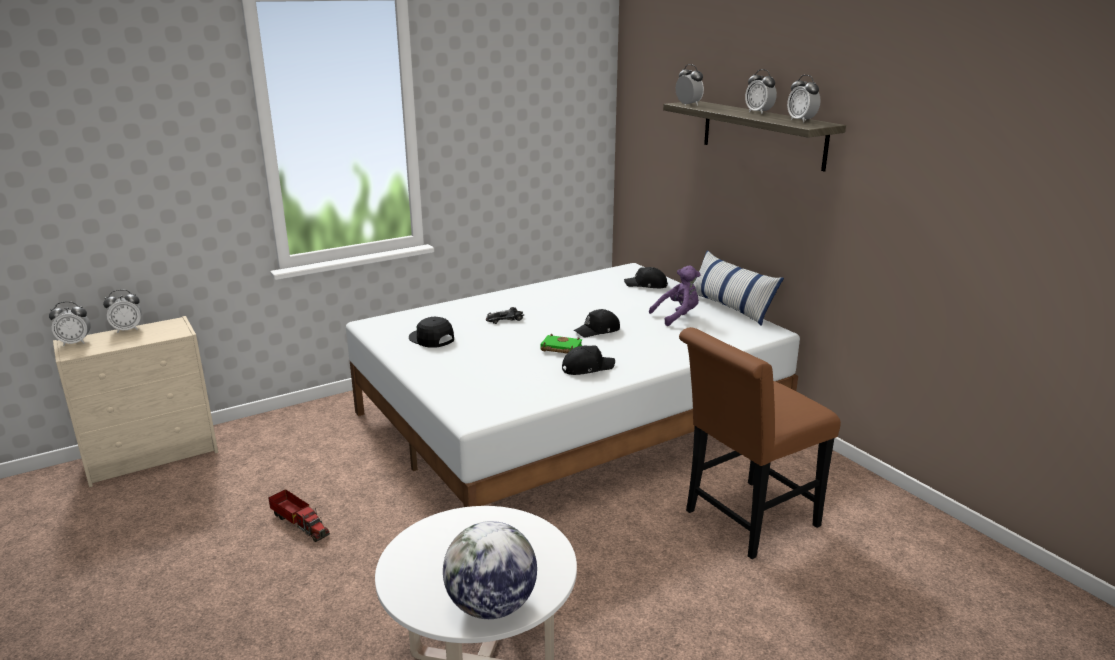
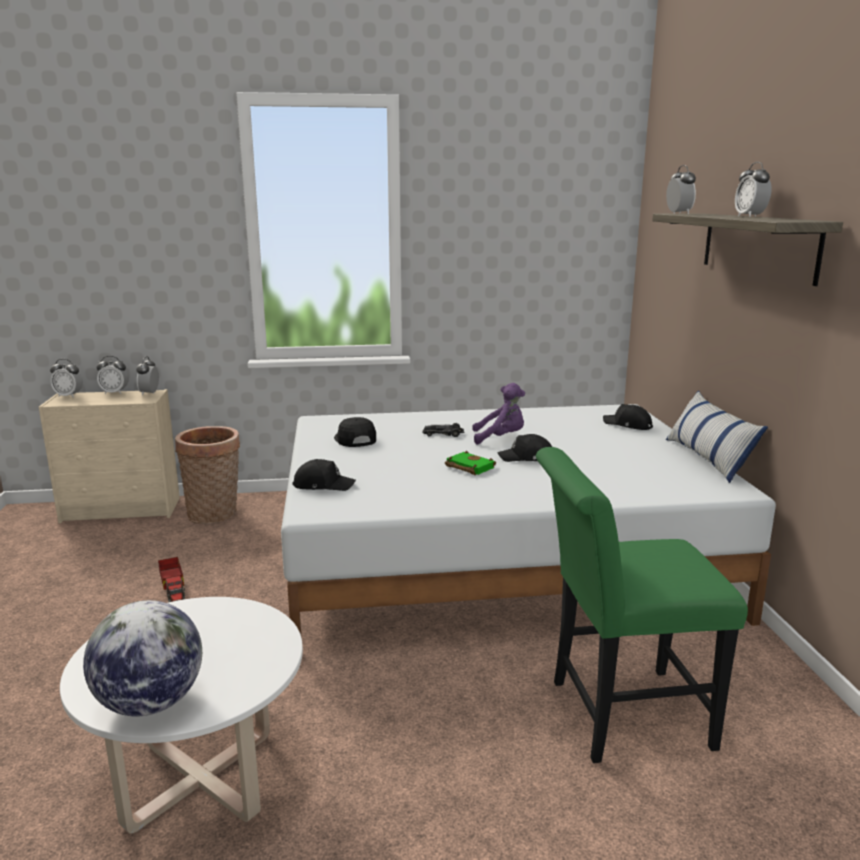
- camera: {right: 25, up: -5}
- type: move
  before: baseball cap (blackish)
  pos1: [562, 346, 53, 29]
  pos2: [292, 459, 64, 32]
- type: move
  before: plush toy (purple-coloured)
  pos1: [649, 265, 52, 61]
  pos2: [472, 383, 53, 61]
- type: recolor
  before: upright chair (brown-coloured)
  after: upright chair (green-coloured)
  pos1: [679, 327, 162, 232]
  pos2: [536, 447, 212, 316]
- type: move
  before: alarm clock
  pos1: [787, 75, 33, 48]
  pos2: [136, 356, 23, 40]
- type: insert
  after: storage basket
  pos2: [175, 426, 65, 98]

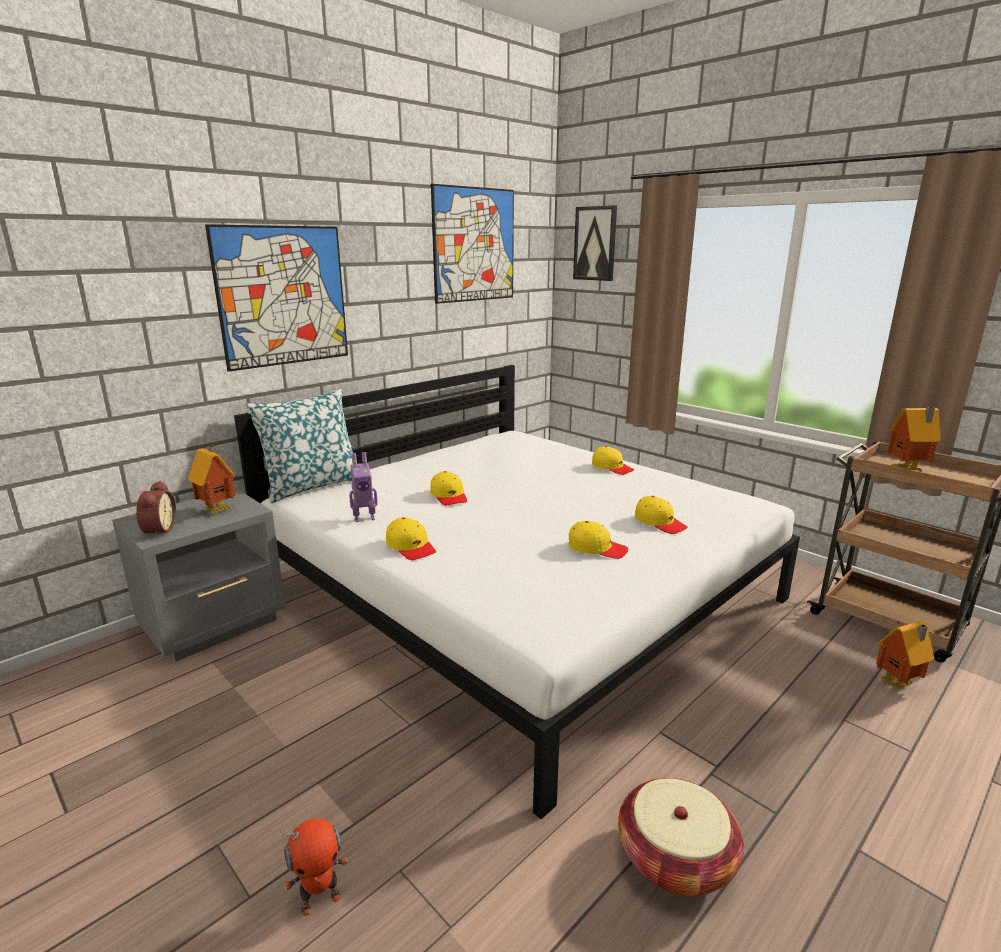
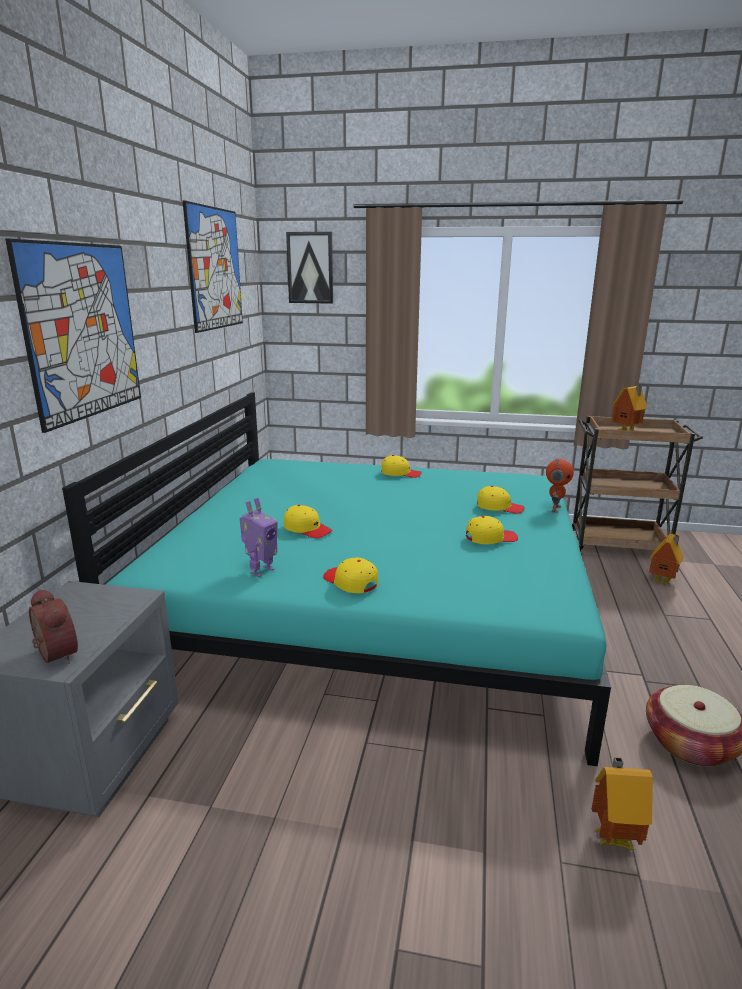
- camera: {right: -35, up: 0}
- type: move
  before: miniature house
  pos1: [188, 446, 48, 68]
  pos2: [591, 757, 62, 93]
- type: recolor
  before: bedroom bed (whitish)
  after: bedroom bed (turquoise)
  pos1: [234, 365, 566, 454]
  pos2: [62, 392, 549, 374]
- type: delete
  before: pillow
  pos1: [245, 389, 108, 114]
- type: move
  before: model robot
  pos1: [280, 818, 68, 98]
  pos2: [546, 459, 28, 54]
- type: rotate
  before: baseball cap (yellow-coloured)
  pos1: [386, 517, 50, 43]
  pos2: [323, 557, 55, 36]
  turn: -150

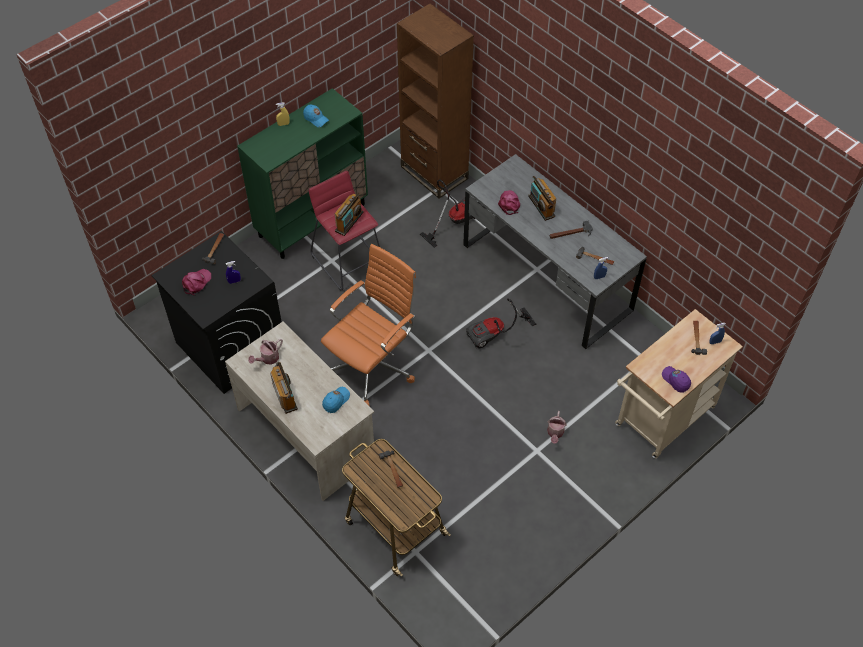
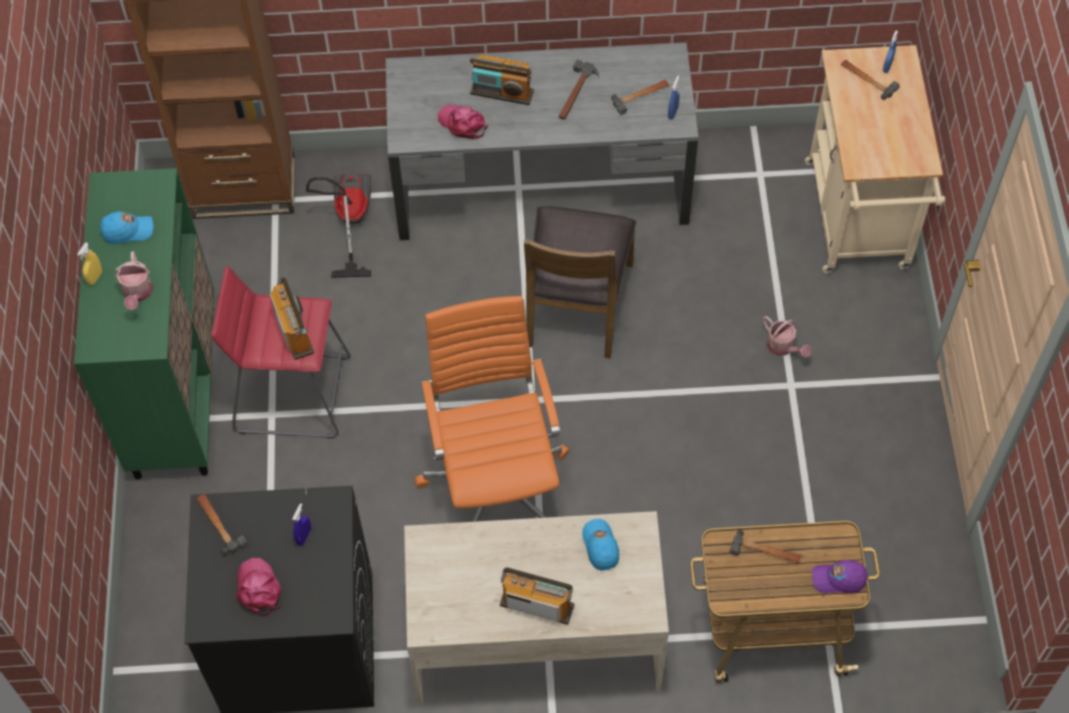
- camera: {right: -50, up: 5}
- type: move
  before: sprinkling can
  pos1: [248, 339, 35, 26]
  pos2: [115, 251, 39, 59]
- type: replace
  before: vacuum
  after: upright chair (brown-coloured)
  pos1: [466, 298, 71, 51]
  pos2: [524, 207, 112, 151]
- type: move
  before: baseball cap (purple-coloured)
  pos1: [662, 366, 29, 27]
  pos2: [812, 560, 56, 33]

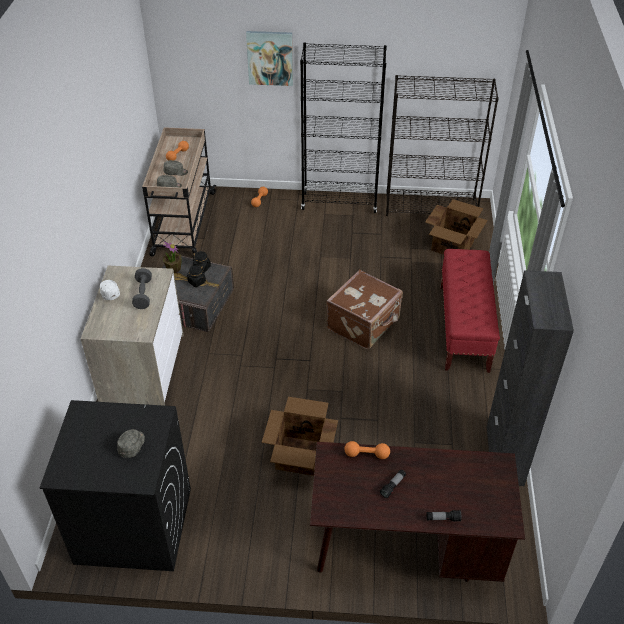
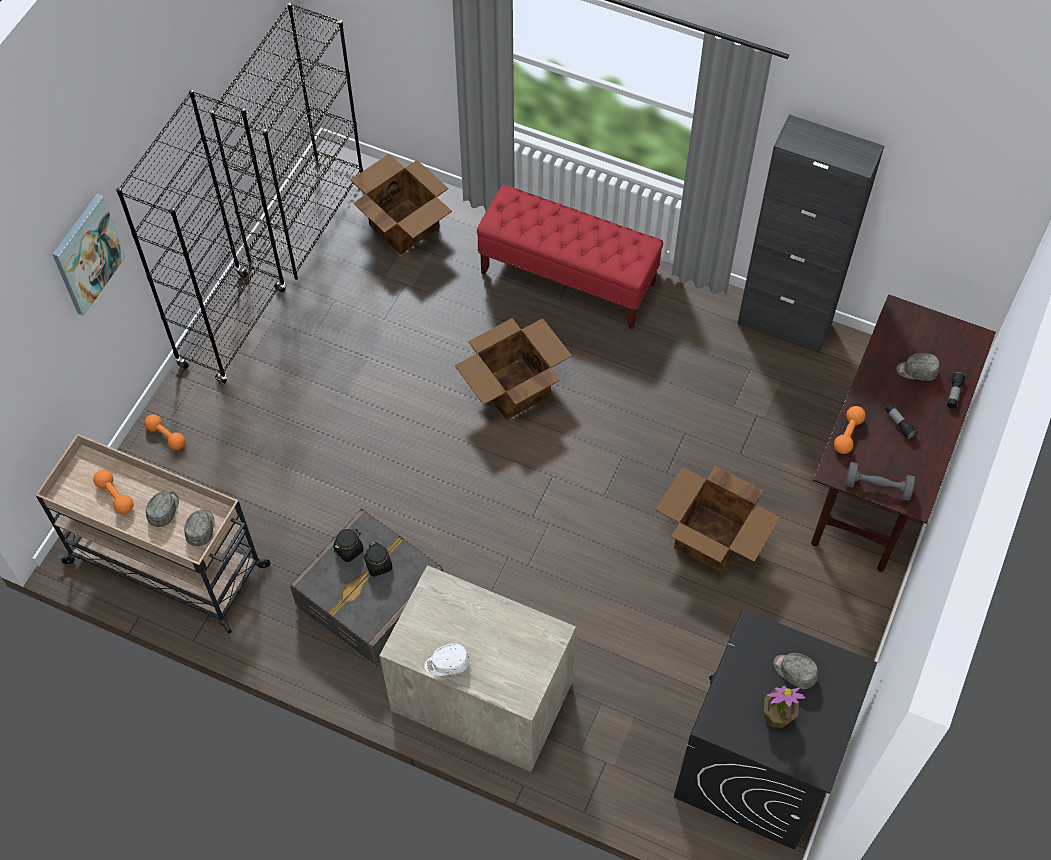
- camera: {right: -70, up: 15}
- type: move
  before: free weight (grey)
  pos1: [132, 268, 20, 41]
  pos2: [845, 462, 70, 39]
- type: move
  before: houseplant
  pos1: [163, 241, 19, 32]
  pos2: [764, 686, 41, 42]
- type: replace
  before: suitcase (brown-coloured)
  after: cardboard box
  pos1: [326, 270, 77, 79]
  pos2: [455, 318, 117, 102]
- type: insert
  after: baseball cap (grey)
  pos2: [896, 353, 44, 28]

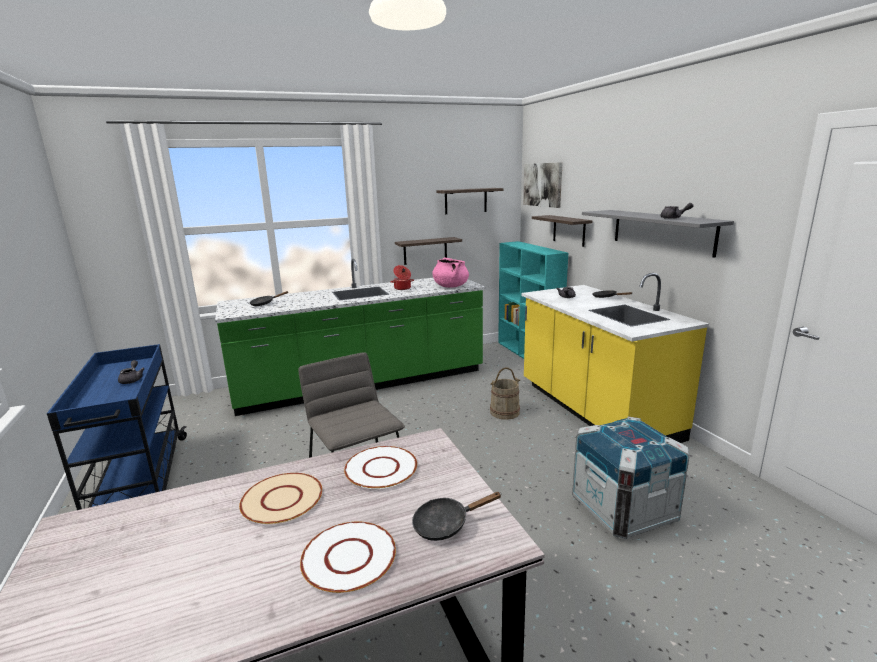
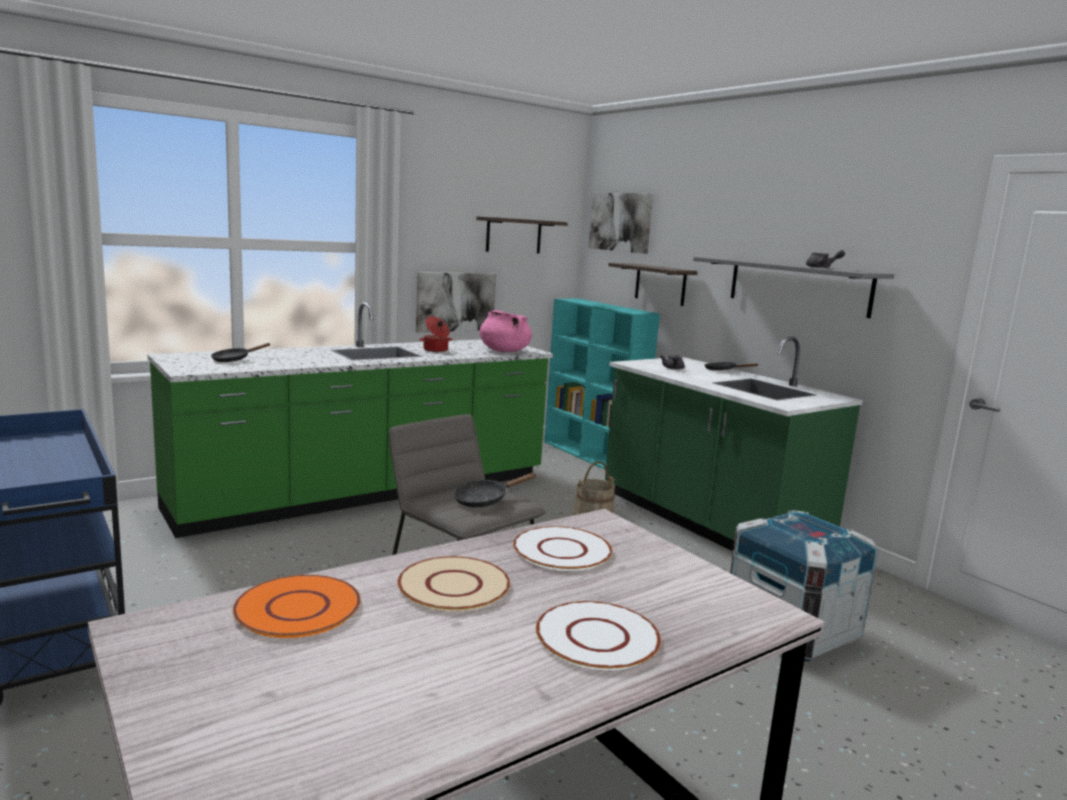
- camera: {right: -15, up: -5}
- type: delete
  before: tea pot (grey)
  pos1: [118, 360, 27, 24]
- type: replace
  before: bracket shelf
  after: picture
  pos1: [395, 237, 67, 28]
  pos2: [416, 272, 80, 61]
- type: move
  before: pan (blackish)
  pos1: [412, 492, 90, 49]
  pos2: [454, 473, 82, 34]
- type: recolor
  before: counter (yellow-coloured)
  after: counter (green-coloured)
  pos1: [521, 273, 188, 170]
  pos2: [605, 336, 258, 215]
- type: insert
  after: plate (orangey)
  pos2: [233, 575, 128, 63]

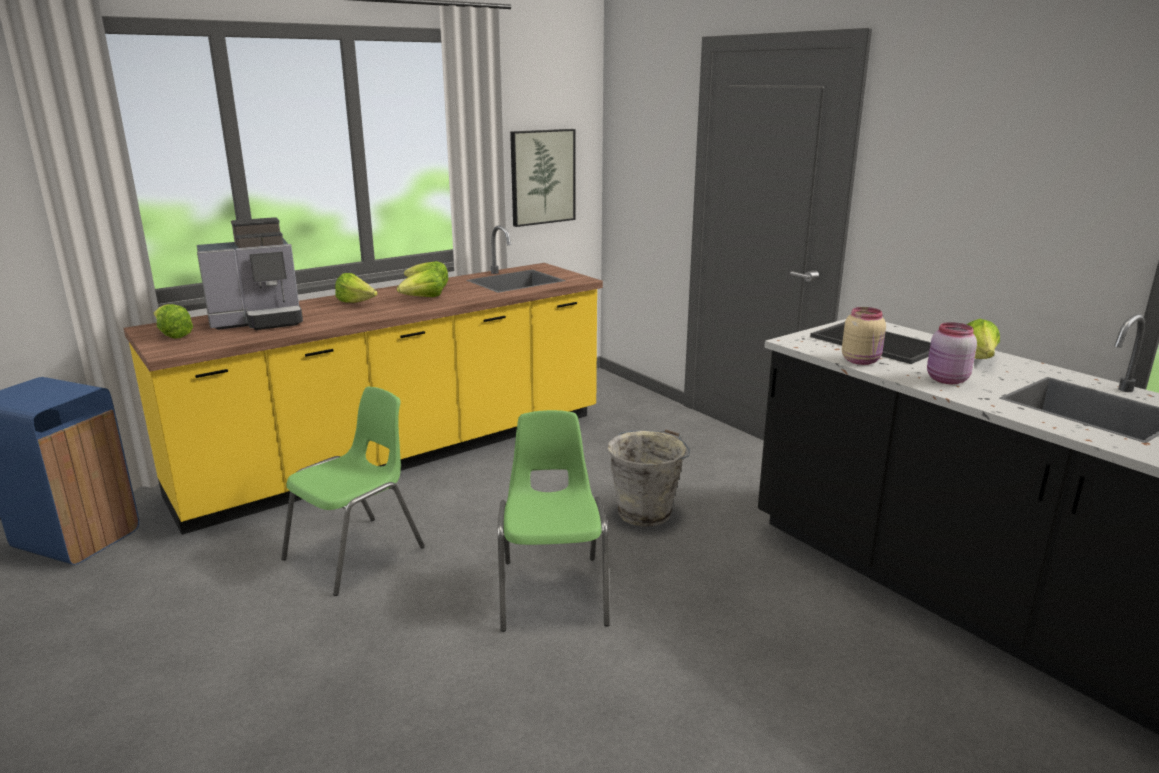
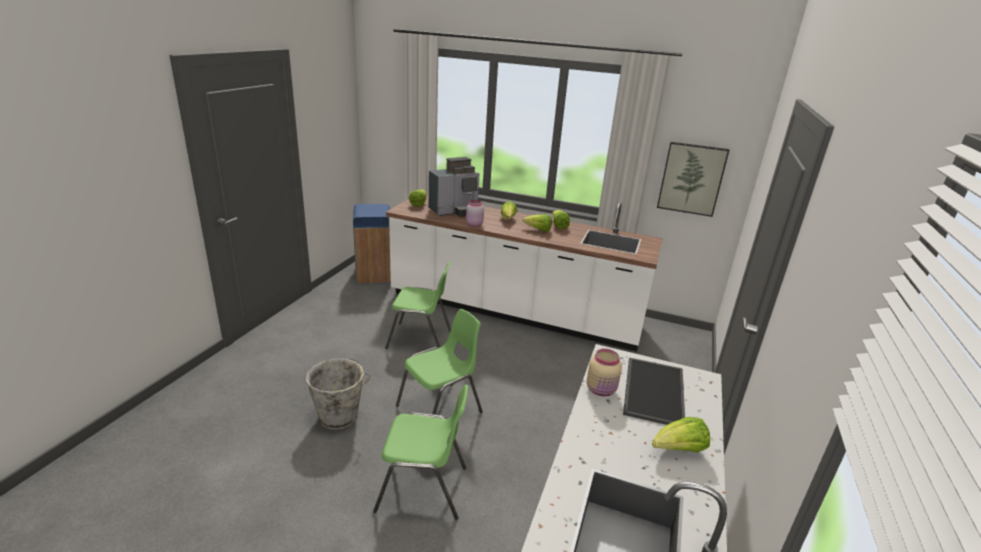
- camera: {right: 55, up: 5}
- type: recolor
  before: counter (yellow-coloured)
  after: counter (whitish)
  pos1: [123, 225, 480, 310]
  pos2: [386, 196, 277, 155]
- type: rotate
  before: coffee brewer
  pos1: [197, 217, 106, 113]
  pos2: [429, 157, 51, 60]
  turn: -60
- type: move
  before: bucket (grey)
  pos1: [608, 429, 82, 98]
  pos2: [306, 359, 65, 71]
- type: move
  before: storage jar (pink-coloured)
  pos1: [927, 322, 50, 62]
  pos2: [466, 200, 18, 27]
- type: insert
  after: upright chair (green-coloured)
  pos2: [373, 385, 96, 135]

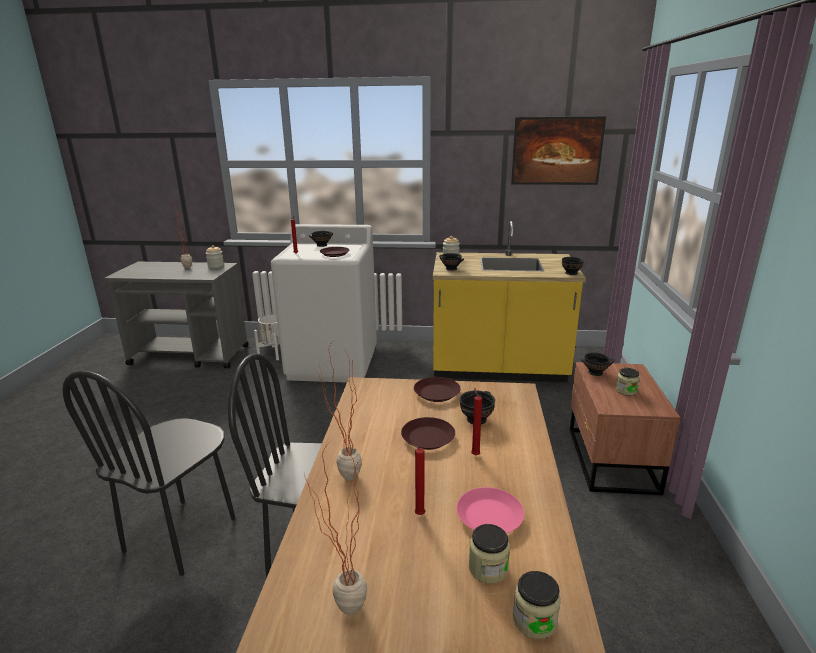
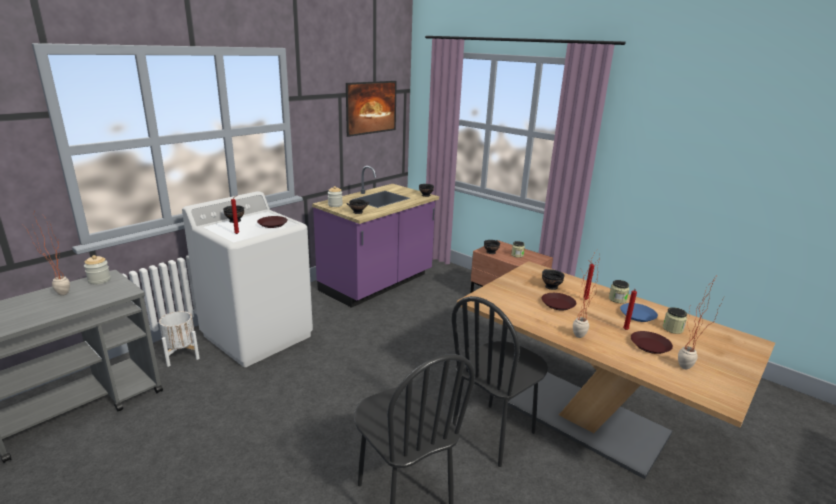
- camera: {right: -55, up: 0}
- type: move
  before: plate (brown-coloured)
  pos1: [414, 377, 47, 25]
  pos2: [631, 331, 42, 23]
- type: recolor
  before: counter (yellow-coloured)
  after: counter (purple-coloured)
  pos1: [433, 221, 153, 161]
  pos2: [312, 166, 127, 142]
- type: recolor
  before: plate (pink-coloured)
  after: plate (blue-coloured)
  pos1: [457, 487, 67, 46]
  pos2: [620, 303, 38, 19]
- type: move
  before: storage jar
  pos1: [513, 571, 48, 68]
  pos2: [609, 280, 20, 23]

